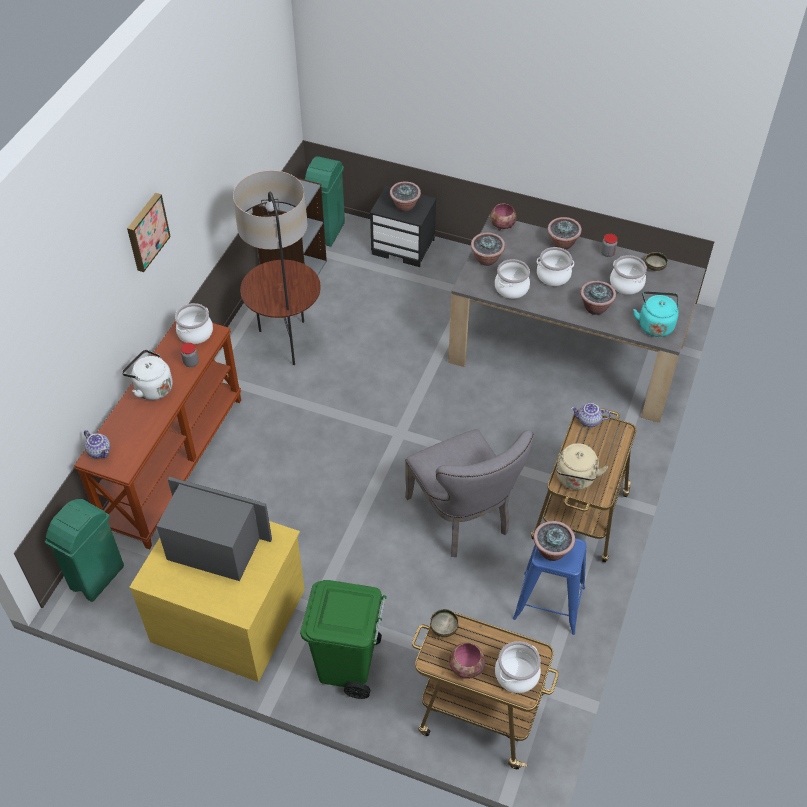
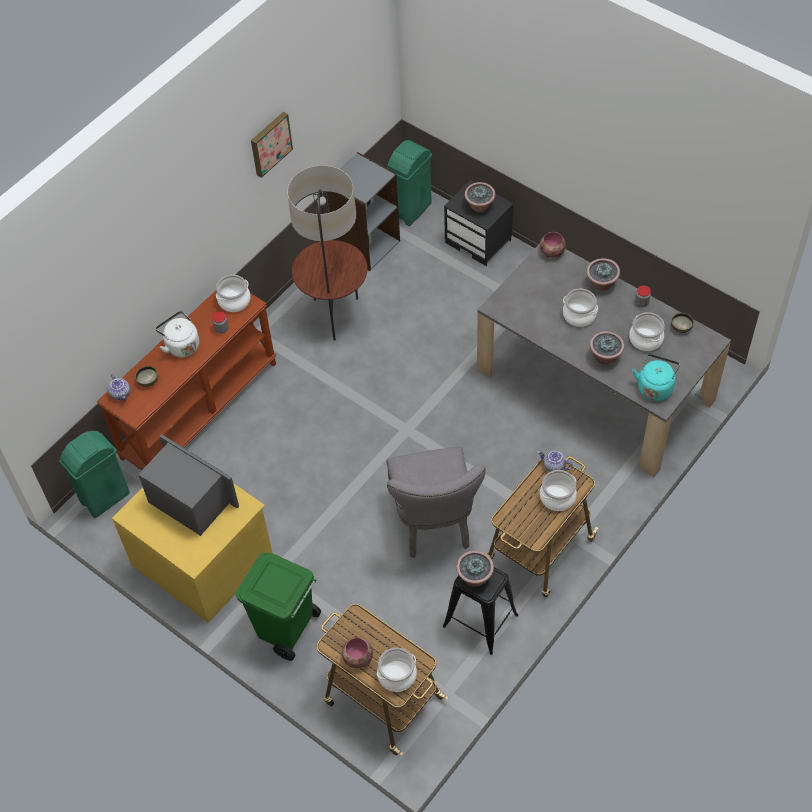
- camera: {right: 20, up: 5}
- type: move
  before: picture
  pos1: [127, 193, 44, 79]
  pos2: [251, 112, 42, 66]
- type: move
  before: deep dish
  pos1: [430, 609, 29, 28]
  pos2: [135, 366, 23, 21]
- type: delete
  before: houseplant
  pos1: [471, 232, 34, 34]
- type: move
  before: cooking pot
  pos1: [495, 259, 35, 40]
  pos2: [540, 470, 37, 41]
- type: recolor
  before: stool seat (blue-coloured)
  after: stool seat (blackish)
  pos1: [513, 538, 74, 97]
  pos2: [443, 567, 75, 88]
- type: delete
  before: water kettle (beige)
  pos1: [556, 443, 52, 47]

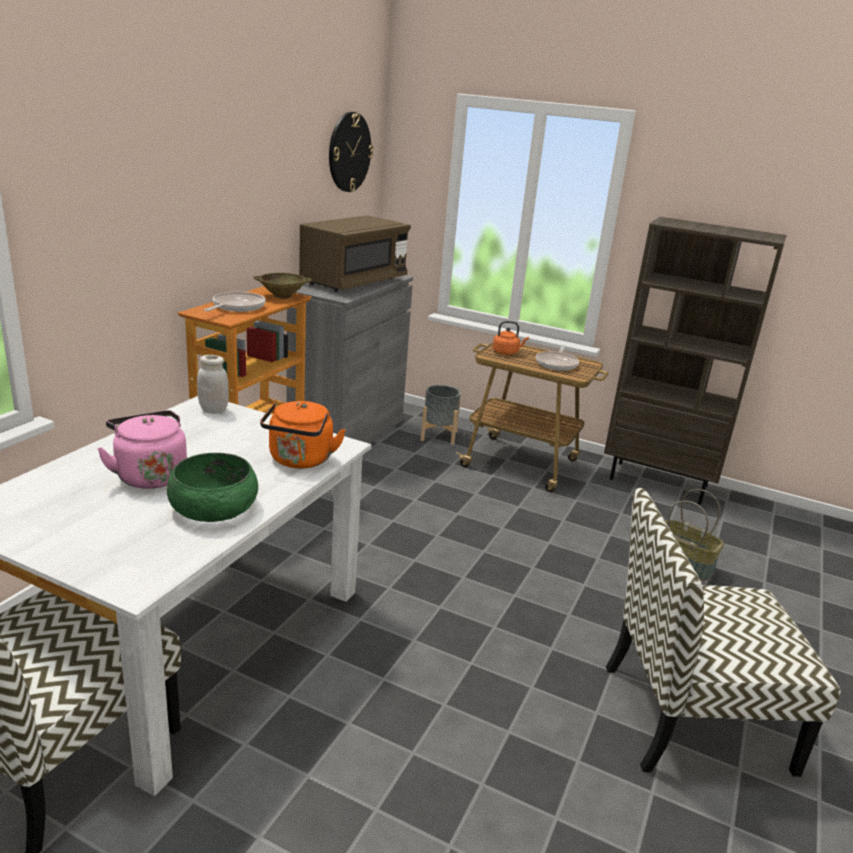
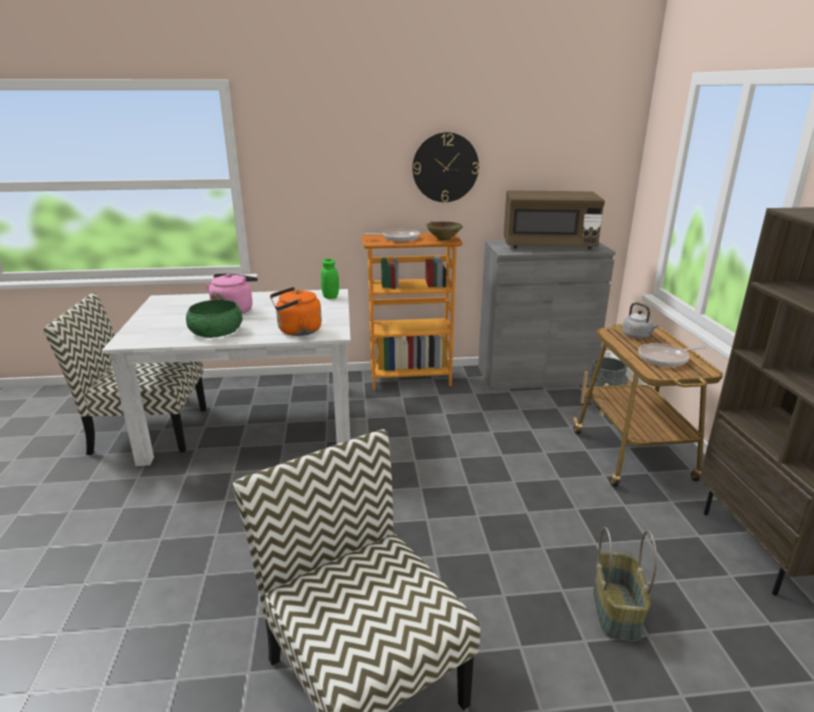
- camera: {right: 60, up: 0}
- type: recolor
  before: storage jar (whitish)
  after: storage jar (green-coloured)
  pos1: [197, 355, 32, 59]
  pos2: [321, 259, 18, 40]
- type: move
  before: wall clock
  pos1: [329, 112, 44, 80]
  pos2: [412, 132, 67, 70]
- type: recolor
  before: water kettle (orangey)
  after: water kettle (grey)
  pos1: [493, 321, 36, 34]
  pos2: [622, 302, 36, 37]

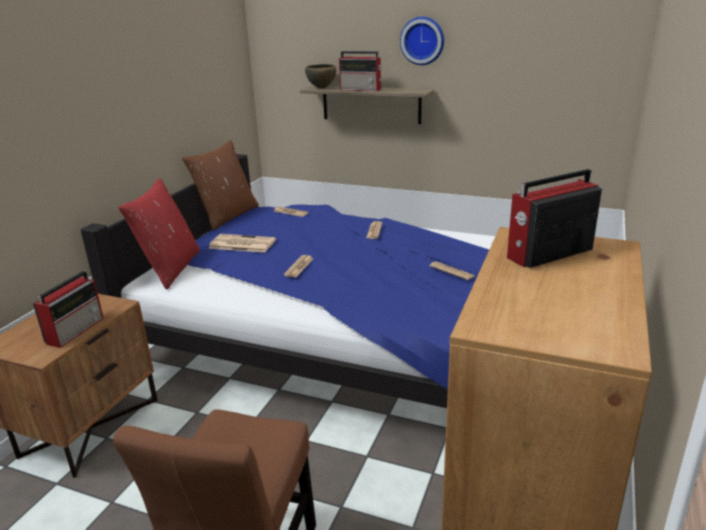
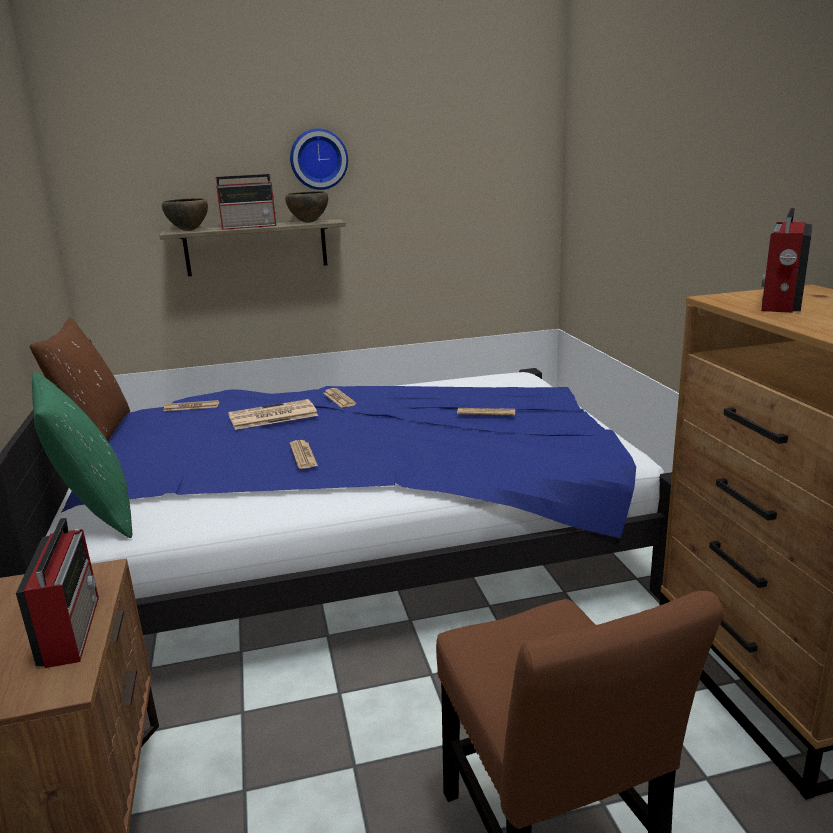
- camera: {right: -35, up: -5}
- type: recolor
  before: pillow (red-coloured)
  after: pillow (green-coloured)
  pos1: [118, 178, 82, 112]
  pos2: [32, 372, 100, 166]
- type: move
  before: daily paper
  pos1: [208, 234, 68, 19]
  pos2: [228, 399, 90, 31]
- type: insert
  after: deep dish (brown-coloured)
  pos2: [285, 191, 43, 32]

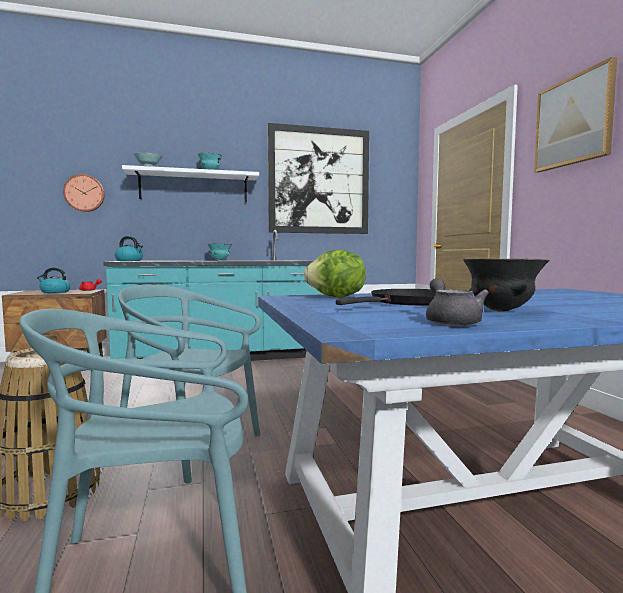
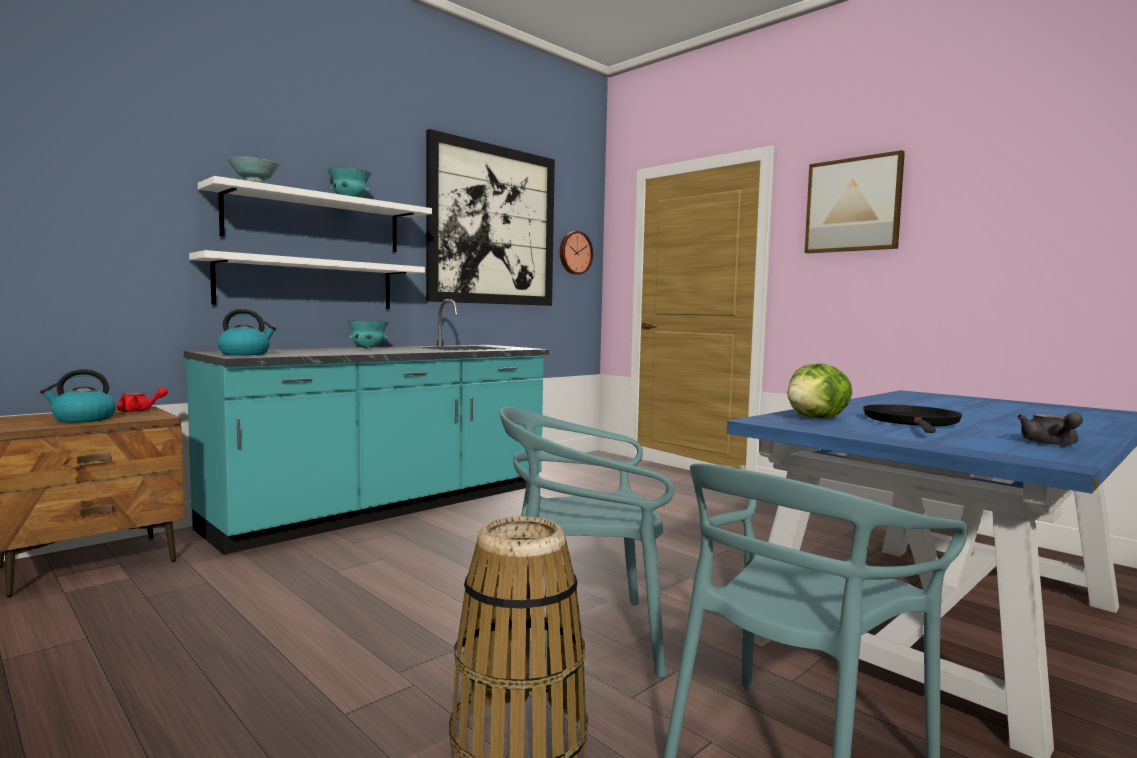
- camera: {right: -30, up: 0}
- type: move
  before: wall clock
  pos1: [63, 174, 42, 38]
  pos2: [560, 231, 33, 44]
- type: rotate
  before: tea pot (grey)
  pos1: [426, 278, 63, 48]
  pos2: [1018, 412, 65, 34]
  turn: -135
- type: delete
  before: deep dish (blackish)
  pos1: [463, 258, 87, 53]
- type: insert
  after: bracket shelf (whitish)
  pos2: [189, 250, 236, 59]

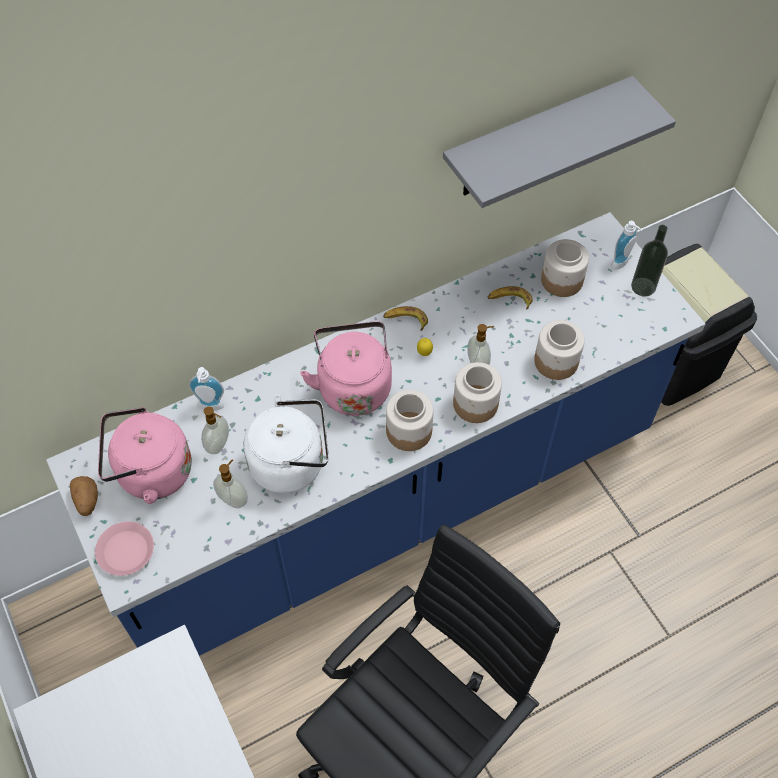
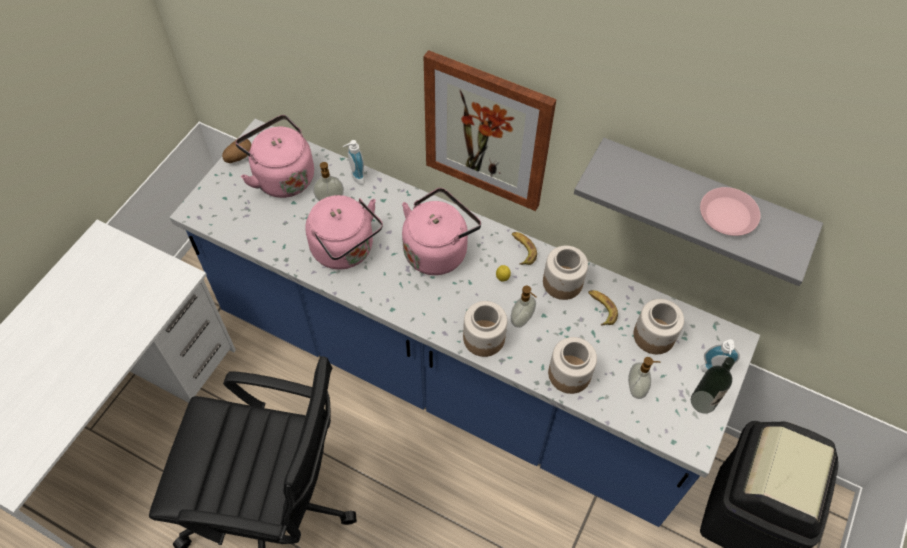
- camera: {right: 55, up: 0}
- type: move
  before: plate (pink-coloured)
  pos1: [95, 521, 59, 55]
  pos2: [700, 187, 60, 49]
- type: move
  before: soap bottle
  pos1: [213, 460, 35, 48]
  pos2: [628, 357, 33, 42]
- type: recolor
  before: water kettle (whitish)
  after: water kettle (pink-coloured)
  pos1: [244, 394, 85, 99]
  pos2: [305, 195, 78, 74]
- type: move
  before: storage jar
  pos1: [386, 390, 48, 61]
  pos2: [543, 246, 45, 54]
- type: insert
  after: picture
  pos2: [424, 50, 133, 161]

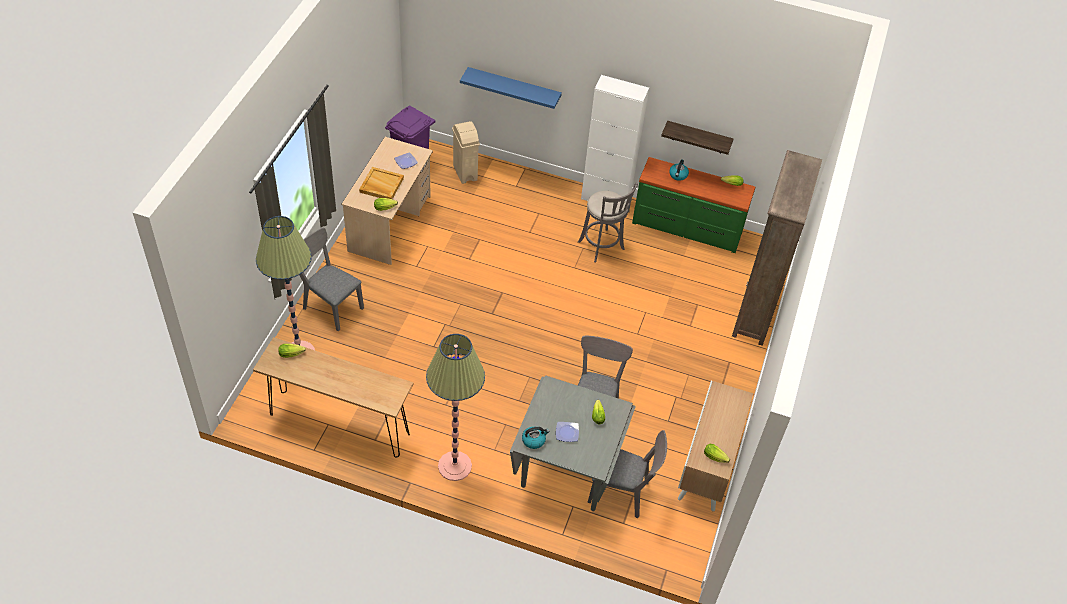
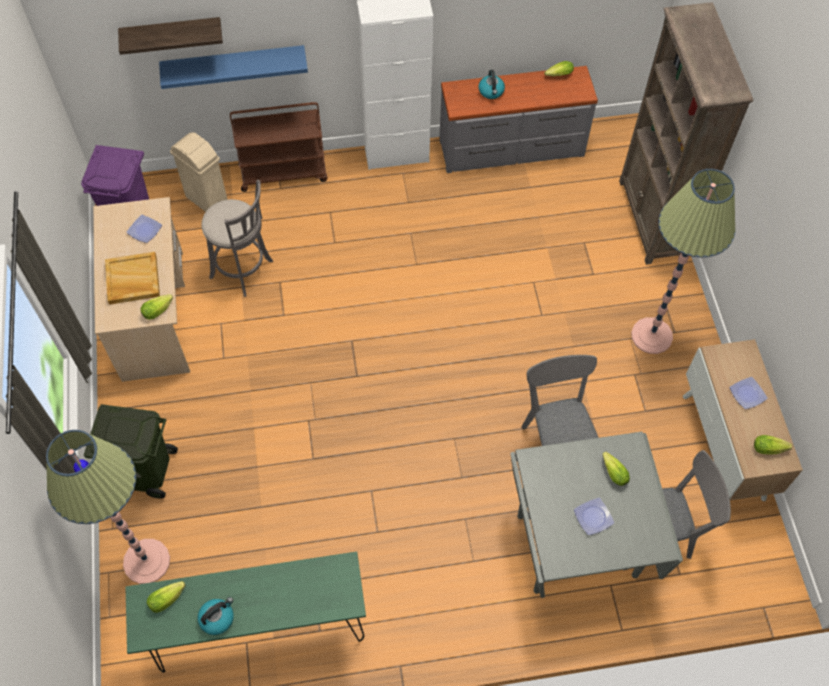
- camera: {right: -25, up: 10}
- type: recolor
  before: console table (brown-coloured)
  after: console table (green-coloured)
  pos1: [253, 337, 160, 121]
  pos2: [125, 551, 241, 122]
- type: replace
  before: upright chair (grey)
  after: rubbish bin (green-coloured)
  pos1: [300, 228, 64, 103]
  pos2: [84, 404, 94, 95]
- type: move
  before: standing lamp
  pos1: [426, 334, 59, 147]
  pos2: [631, 169, 104, 185]
- type: move
  before: water kettle
  pos1: [522, 427, 28, 22]
  pos2: [198, 597, 36, 38]
- type: move
  before: stool seat (grey)
  pos1: [578, 183, 60, 79]
  pos2: [201, 180, 72, 117]
- type: recolor
  before: drawer chest (green-coloured)
  after: drawer chest (grey)
  pos1: [632, 157, 124, 96]
  pos2: [439, 66, 159, 107]
- type: move
  before: bracket shelf
  pos1: [661, 121, 72, 34]
  pos2: [118, 17, 105, 38]
- type: insert
  after: cart (brown-coloured)
  pos2: [230, 102, 97, 90]
- type: insert
  after: plate
  pos2: [730, 377, 38, 32]

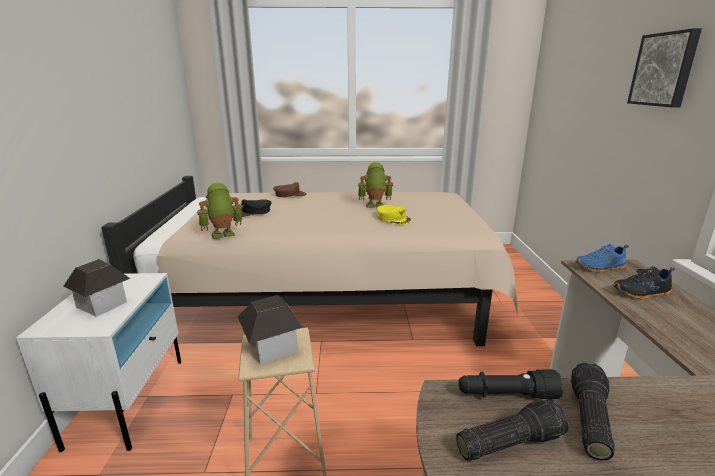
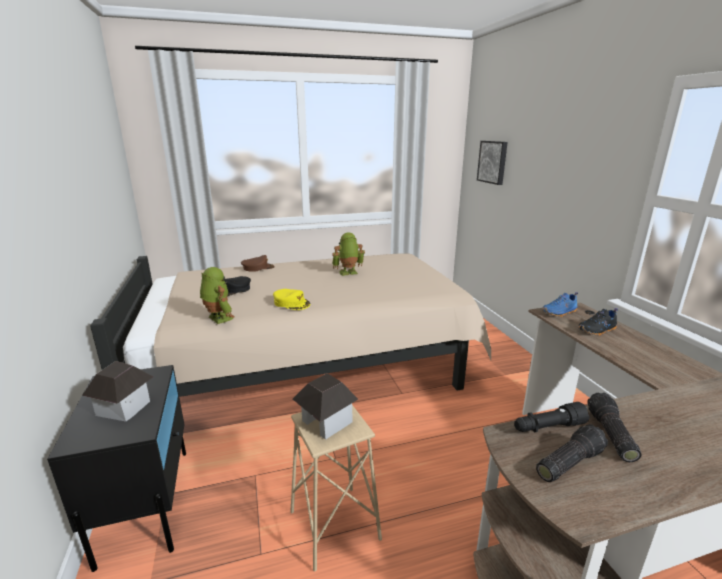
- camera: {right: -15, up: 0}
- type: recolor
  before: night table (whitish)
  after: night table (blackish)
  pos1: [16, 273, 165, 179]
  pos2: [47, 365, 139, 207]
- type: rotate
  before: model robot
  pos1: [197, 183, 45, 56]
  pos2: [200, 267, 34, 57]
  turn: 90
- type: move
  before: baseball cap (yellow-coloured)
  pos1: [376, 205, 35, 20]
  pos2: [273, 289, 37, 21]
- type: move
  before: picture
  pos1: [627, 28, 75, 79]
  pos2: [477, 141, 31, 44]

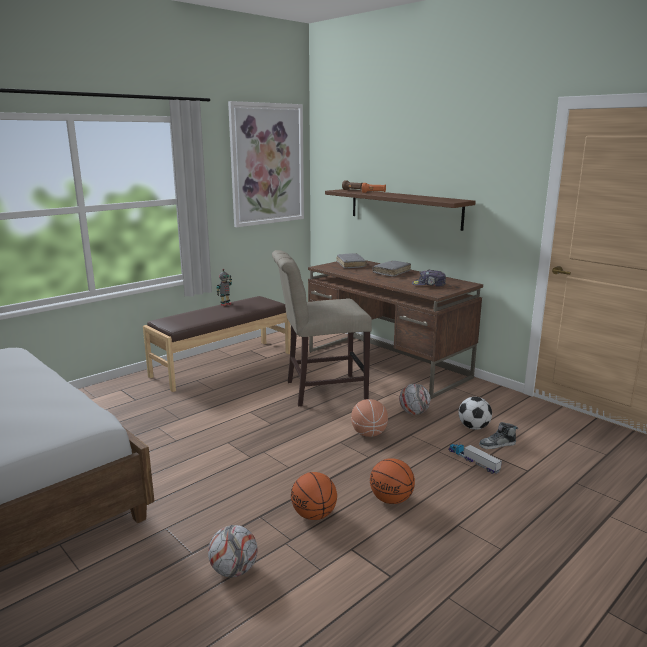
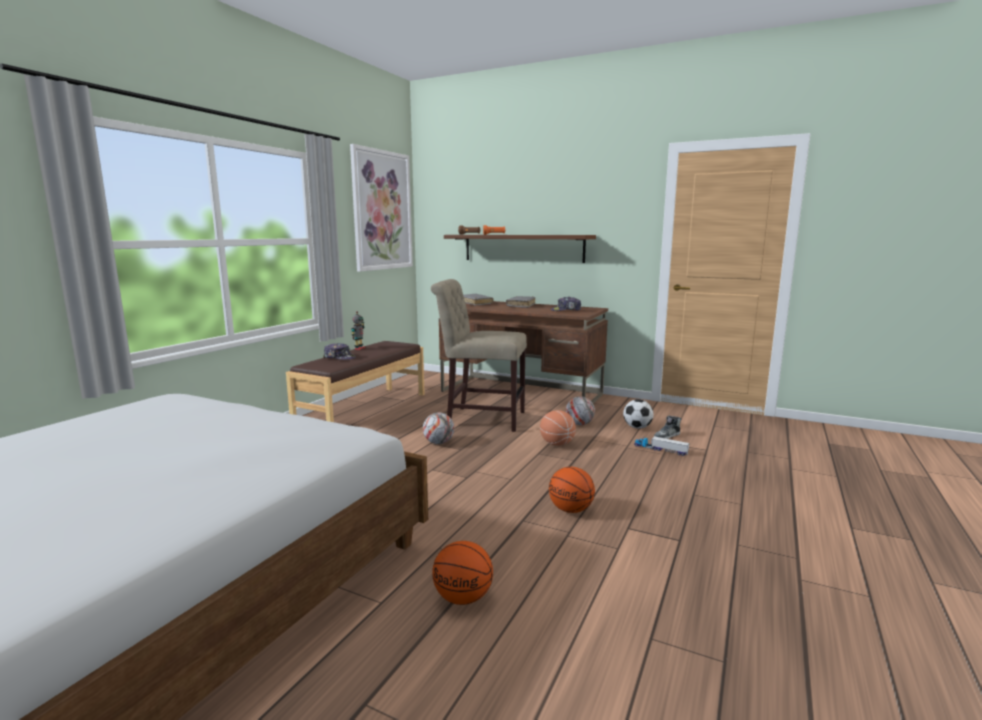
- camera: {right: -20, up: -5}
- type: move
  before: football
  pos1: [208, 525, 50, 52]
  pos2: [423, 413, 31, 31]
- type: rotate
  before: upright chair (beige)
  pos1: [272, 250, 100, 156]
  pos2: [431, 279, 96, 153]
  turn: 45
- type: move
  before: basketball
  pos1: [370, 458, 45, 46]
  pos2: [432, 541, 61, 64]
- type: insert
  after: baseball cap
  pos2: [323, 343, 33, 17]

